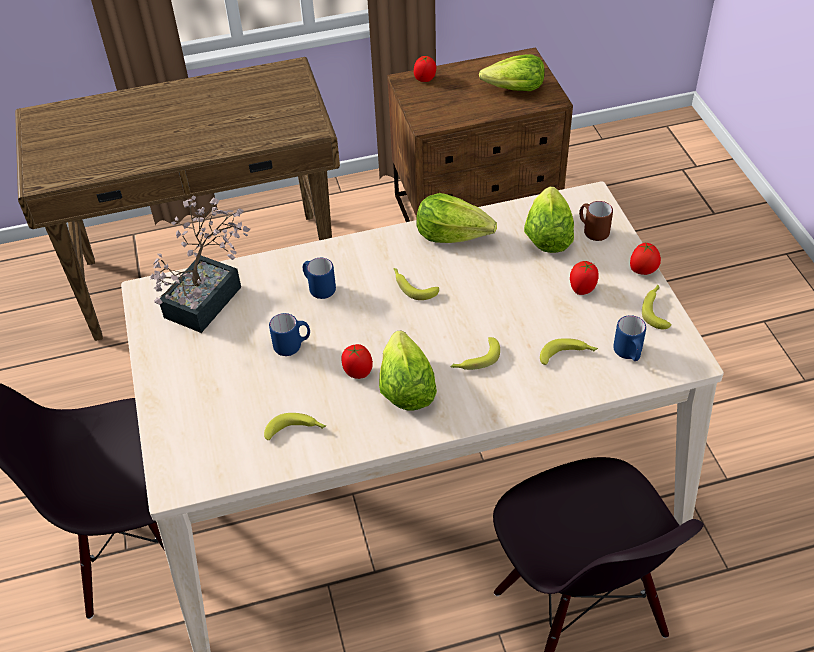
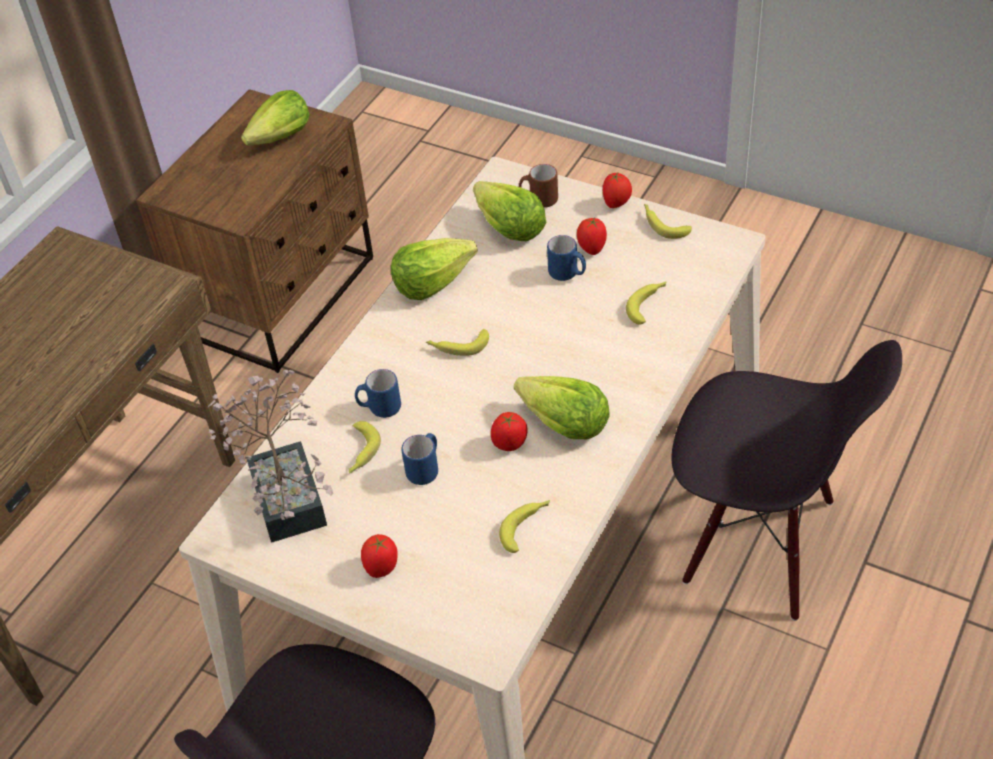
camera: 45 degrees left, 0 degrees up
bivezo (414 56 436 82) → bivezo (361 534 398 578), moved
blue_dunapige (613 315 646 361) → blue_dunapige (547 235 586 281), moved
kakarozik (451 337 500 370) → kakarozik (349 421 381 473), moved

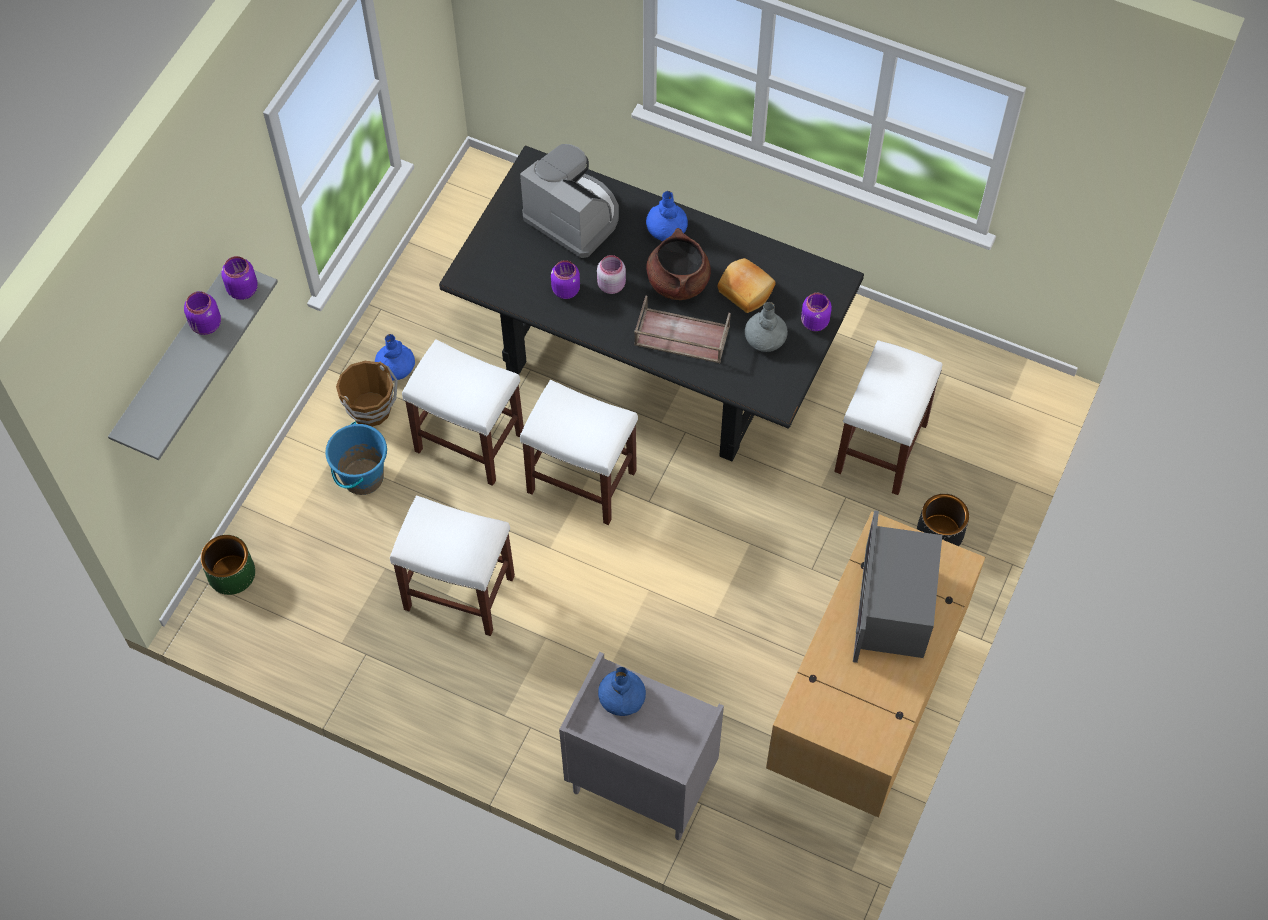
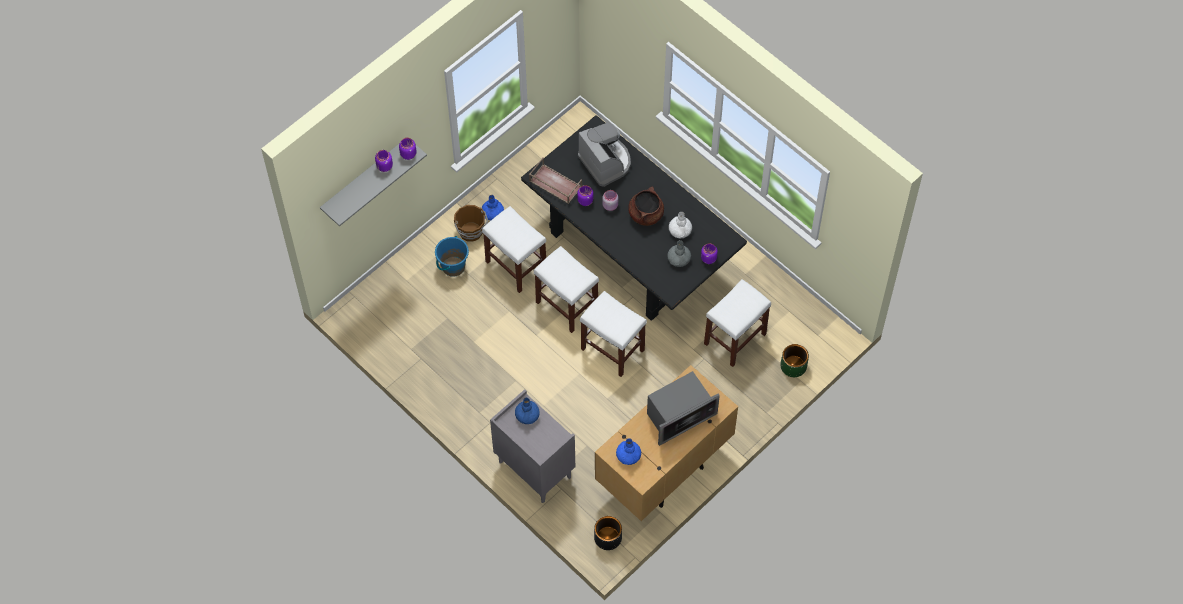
camera: 20 degrees right, 0 degrees up
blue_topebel (646 191 688 241) → blue_topebel (616 438 641 465), moved
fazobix (718 258 776 313) → white_topebel (669 212 692 238)
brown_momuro (634 295 731 363) → brown_momuro (529 158 582 204), moved
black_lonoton (917 494 969 546) → black_lonoton (594 516 622 550), moved
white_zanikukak (390 495 515 636) → white_zanikukak (580 291 647 377), moved
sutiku (853 510 942 663) → sutiku (647 371 720 446), 150 degrees counterclockwise
green_lonoton (200 535 255 595) → green_lonoton (780 344 809 377), moved

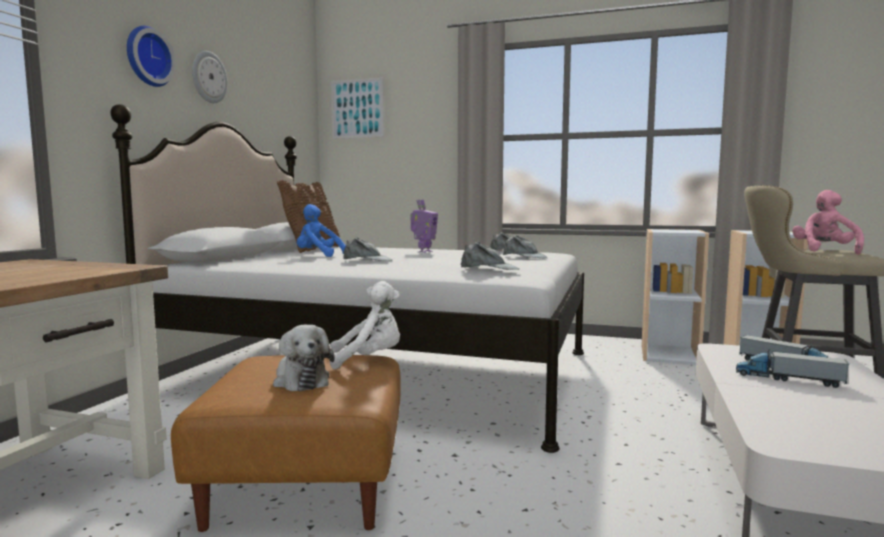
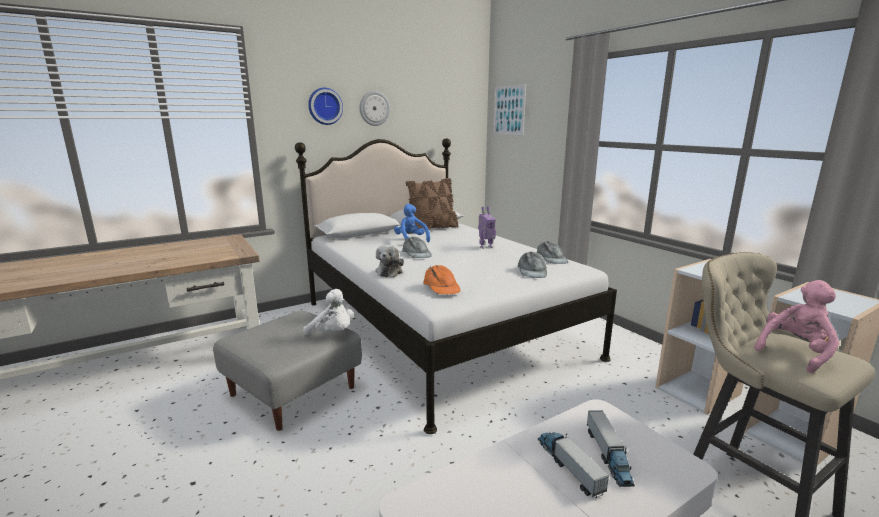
camera: 40 degrees right, 10 degrees up
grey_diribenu (461 242 520 270) → orange_diribenu (424 265 460 294)
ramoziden (273 325 335 391) → ramoziden (375 244 404 277), moved
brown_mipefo (171 355 401 532) → grey_mipefo (213 311 362 431)

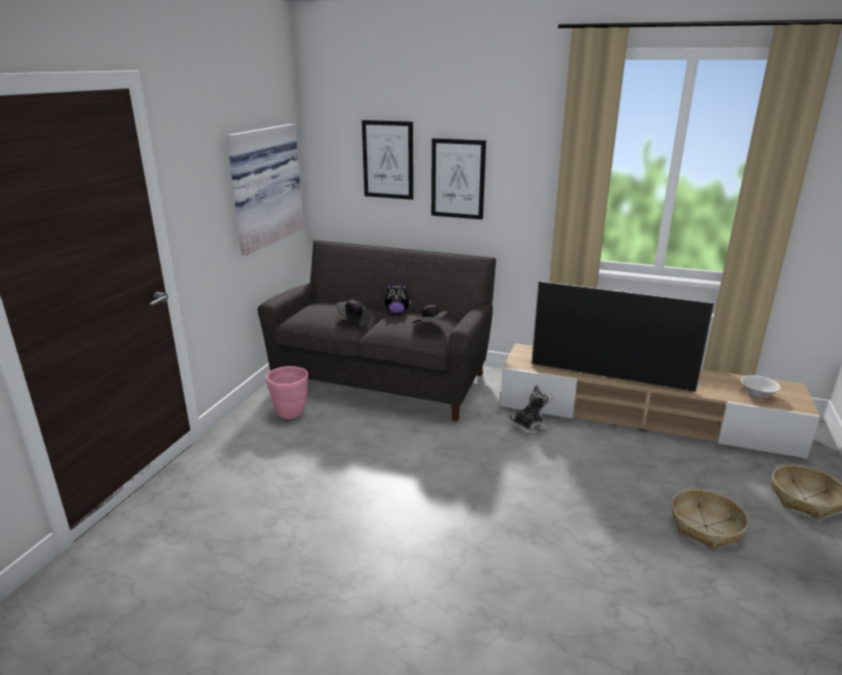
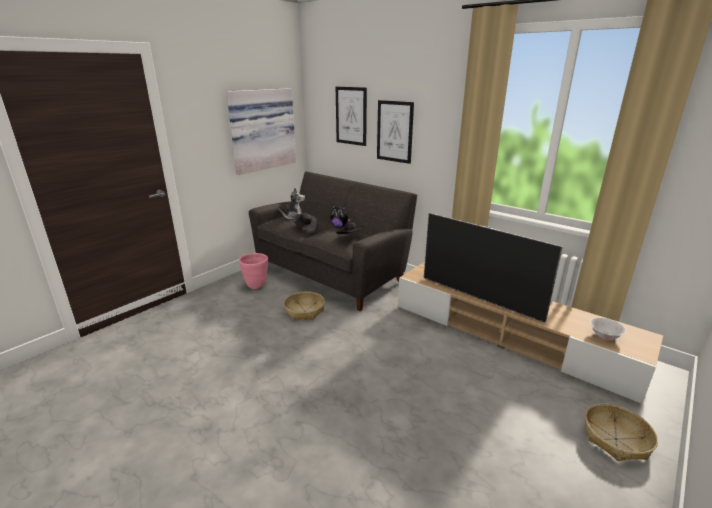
camera: 20 degrees right, 0 degrees up
ramoziden (509 384 552 434) → ramoziden (278 188 305 219), moved
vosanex (671 489 748 549) → vosanex (284 291 325 320), moved

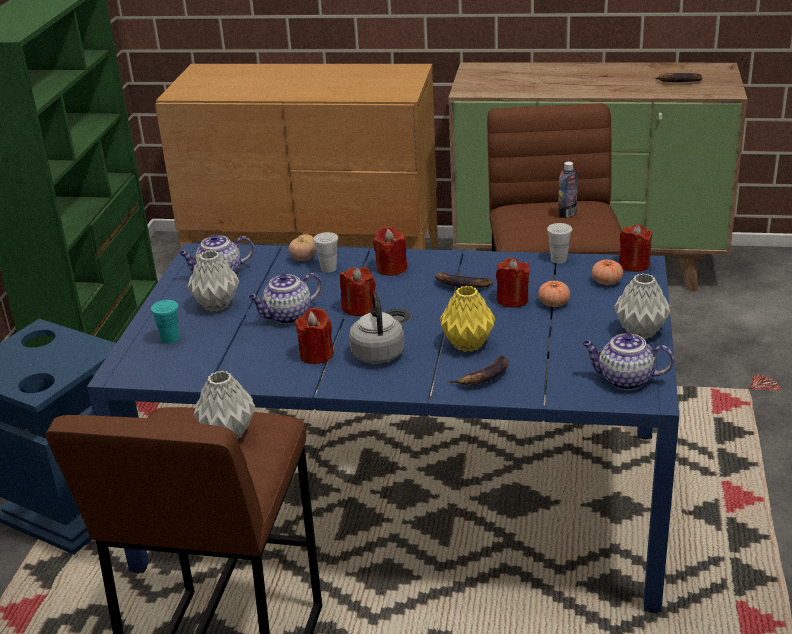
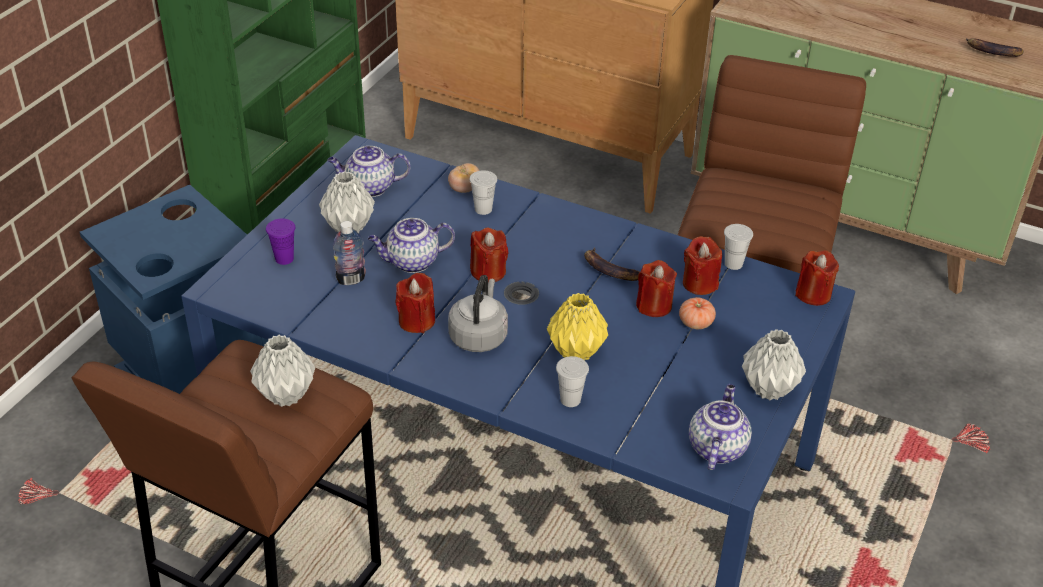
camera: 15 degrees right, 10 degrees up
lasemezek (558 162 578 218) → lasemezek (333 221 366 285), moved
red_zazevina (373 226 408 276) → red_zazevina (683 236 722 295), moved
bivezo (592 260 623 285) → -
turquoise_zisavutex (151 300 179 344) → purple_zisavutex (266 219 295 265)
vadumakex (582 333 674 390) → vadumakex (689 384 752 470), 75 degrees clockwise
kakarozik (446 356 509 385) → white_zisavutex (556 356 589 407)

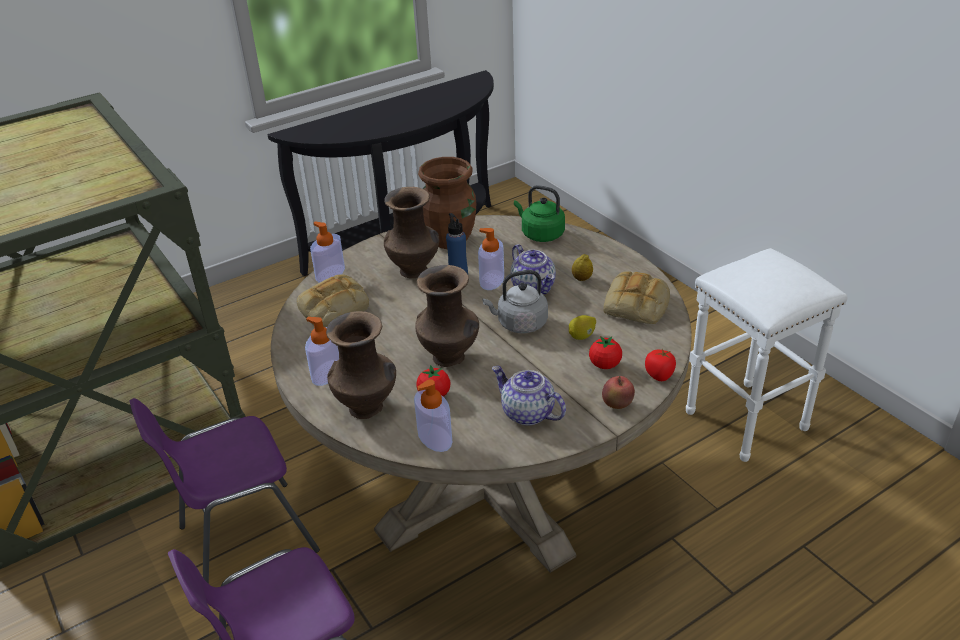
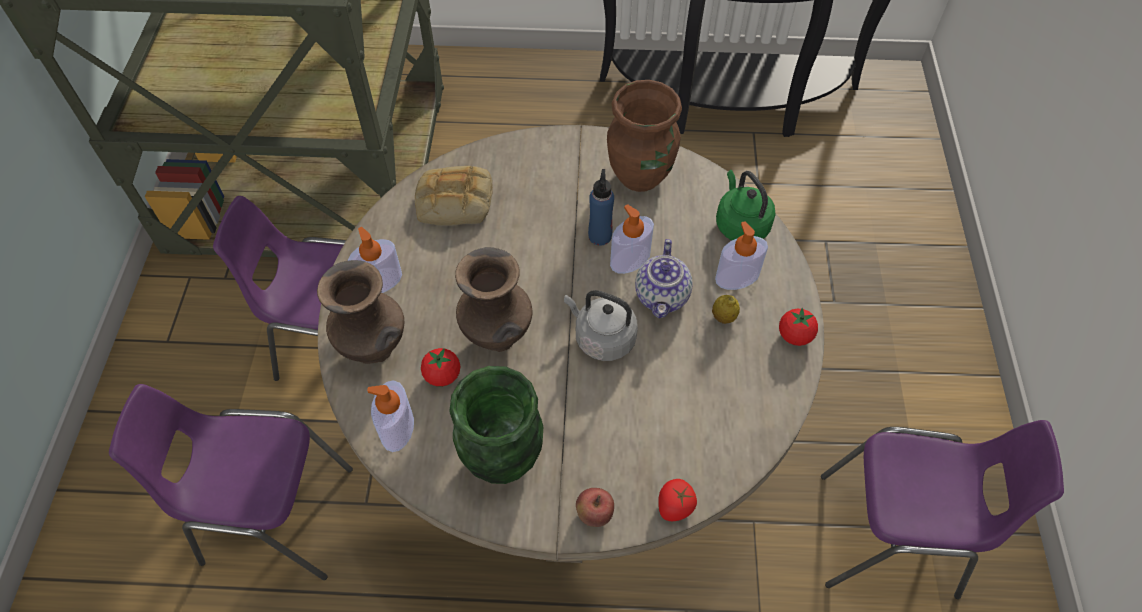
camera: 35 degrees right, 20 degrees up
brown_topebel (384 187 440 278) → -
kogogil (310 221 345 283) → kogogil (715 221 768 290), moved
white_zanikukak (686 248 847 462) → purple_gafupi (821 420 1064 599)
fazobix (603 271 670 324) → -
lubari (569 315 596 340) → -
bivezo (589 336 622 369) → bivezo (779 308 818 346), moved
vadumakex (492 366 566 426) → green_topebel (449 366 543 484)

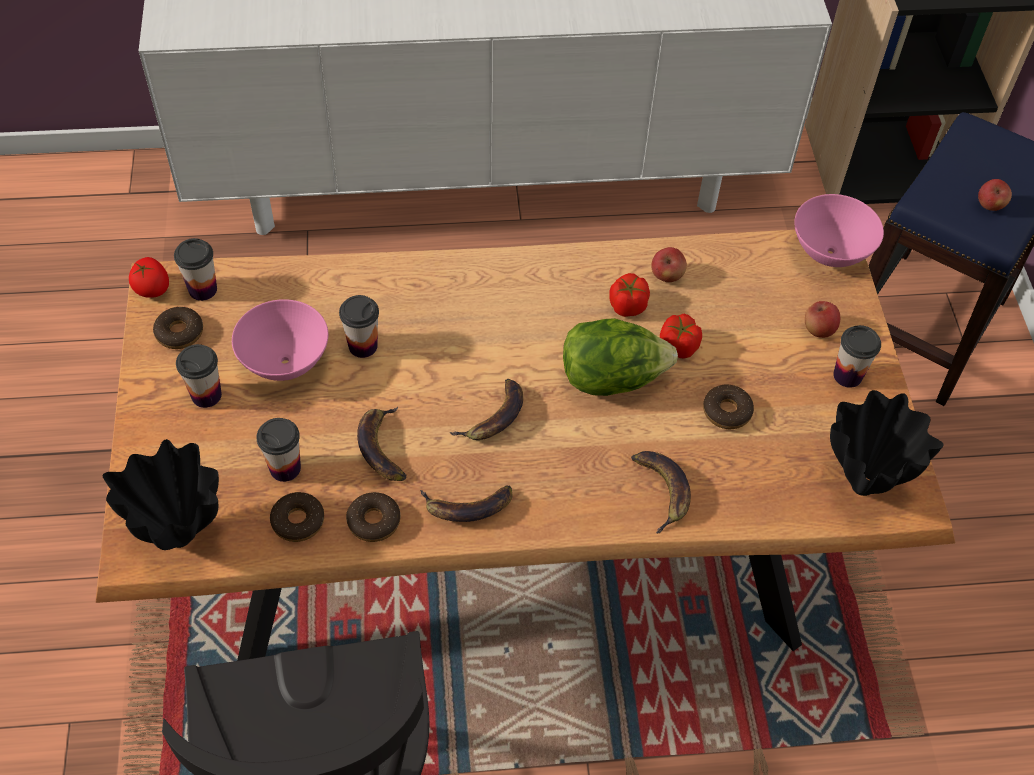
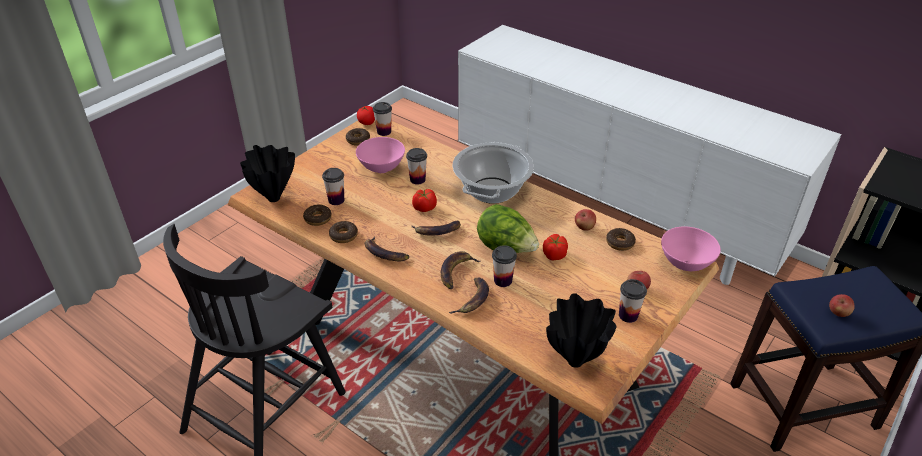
camera: 45 degrees right, 15 degrees down
bivezo (609 273 650 317) → bivezo (412 189 437 212), moved
zisavutex (176 344 222 408) → zisavutex (492 245 517 287), moved
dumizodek (703 384 754 429) → dumizodek (606 228 636 251), moved
kakarozik (357 407 406 481) → kakarozik (441 251 481 289), moved
- → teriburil (452 142 534 204)

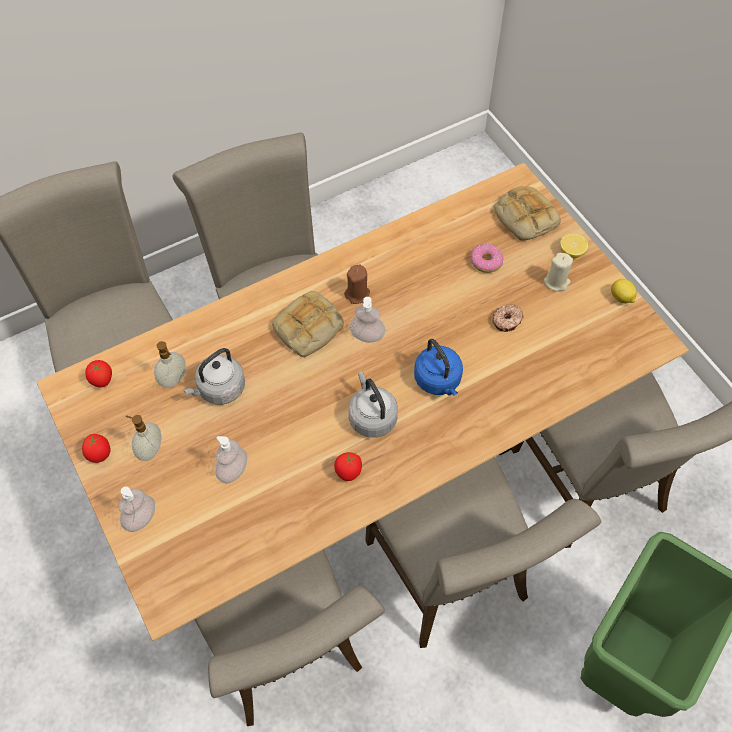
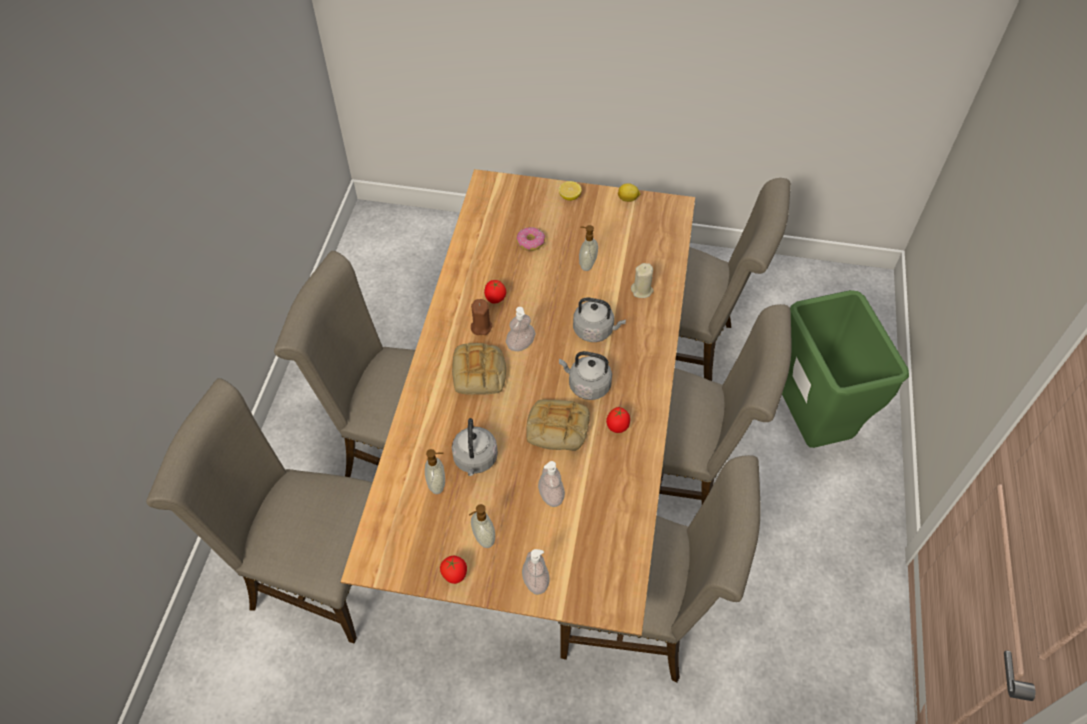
camera: 50 degrees left, 5 degrees down
fazobix (494 186 561 240) → fazobix (526 400 590 451), moved
beige_zazevina (544 253 573 291) → beige_zazevina (631 263 654 298), moved
dumizodek (492 304 523 332) → kogogil (579 225 598 271)
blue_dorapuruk (414 339 463 396) → grey_dorapuruk (573 298 626 342)
bivezo (85 360 112 387) → bivezo (484 280 506 304), moved

